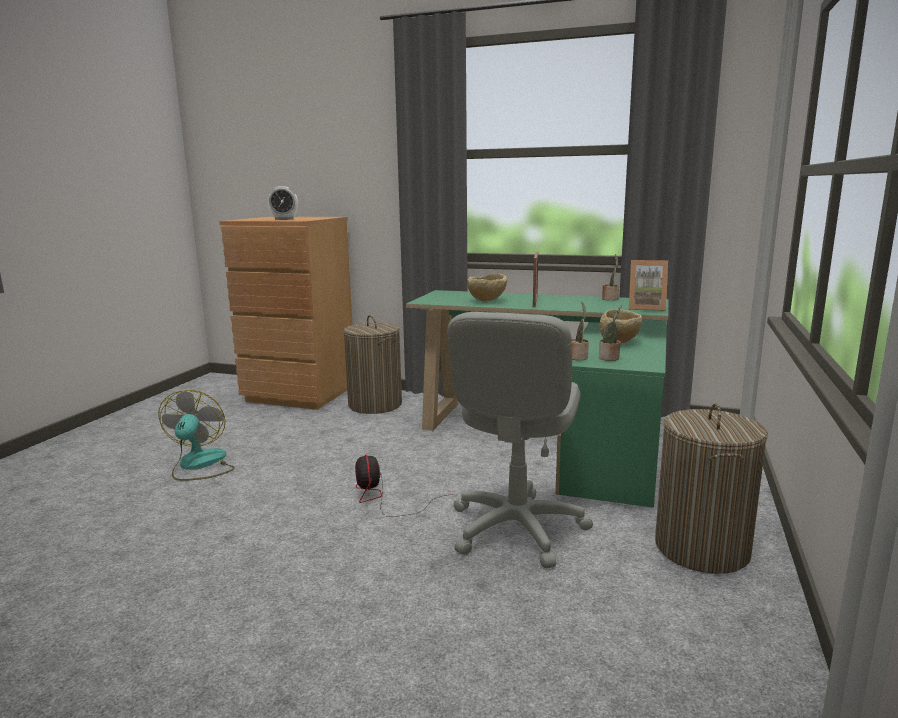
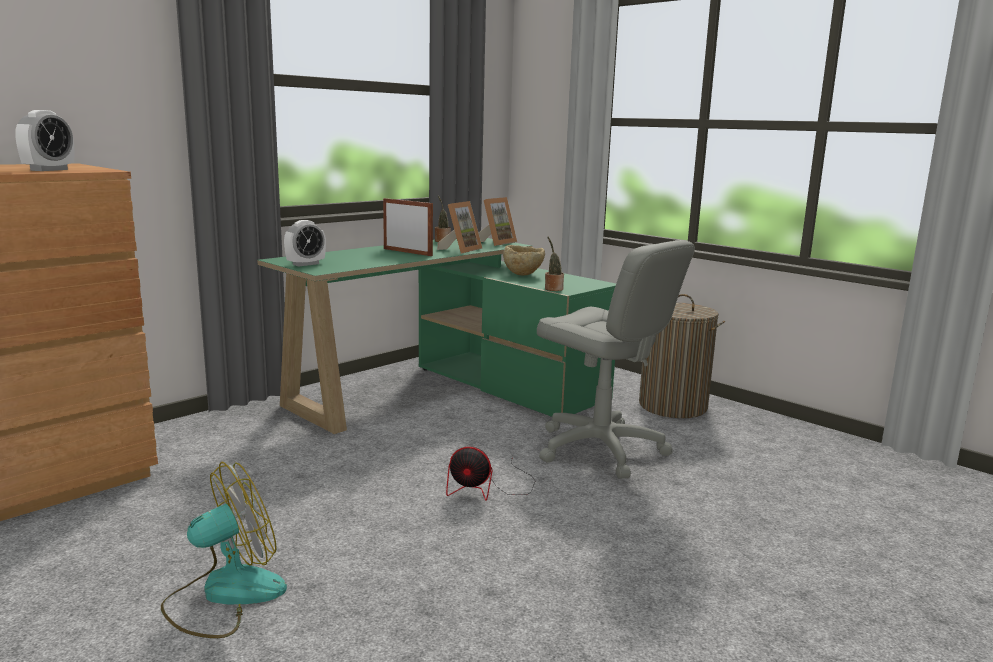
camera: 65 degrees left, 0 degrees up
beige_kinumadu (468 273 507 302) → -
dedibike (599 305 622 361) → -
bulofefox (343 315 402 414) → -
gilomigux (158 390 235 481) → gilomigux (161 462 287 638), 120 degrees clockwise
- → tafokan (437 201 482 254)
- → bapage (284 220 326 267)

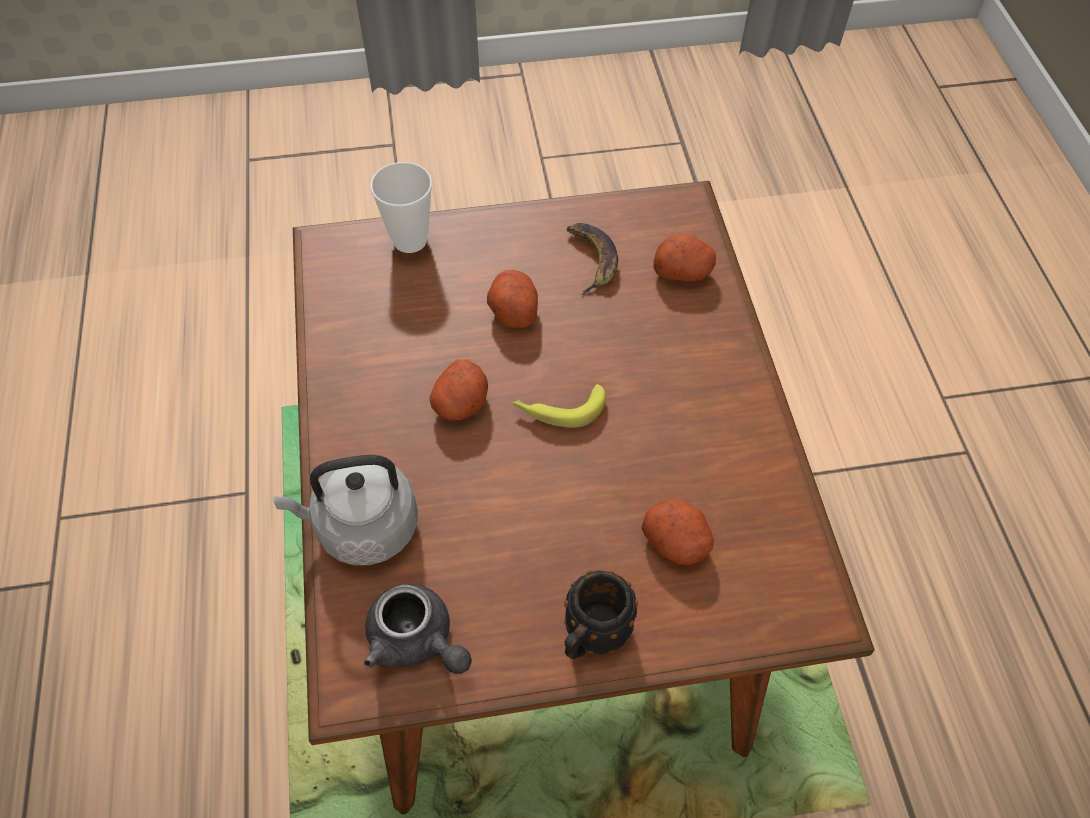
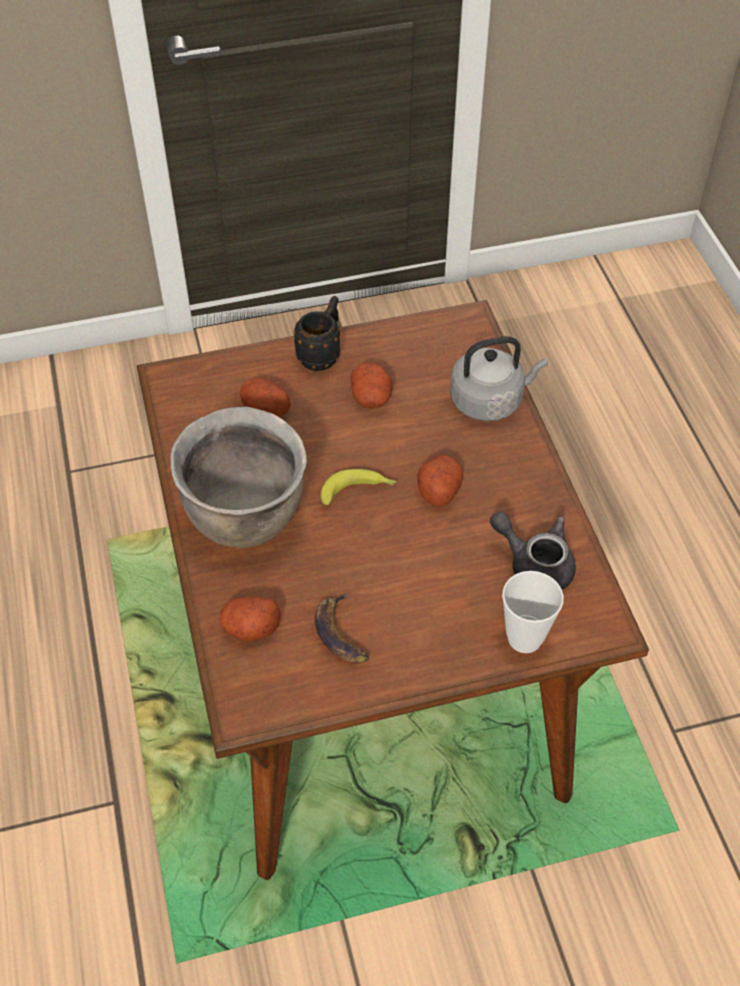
camera: 175 degrees right, 5 degrees down
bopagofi (487 270 538 328) → bopagofi (351 363 393 409), moved
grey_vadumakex (364 584 472 674) → grey_vadumakex (490 511 576 590), moved
- → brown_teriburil (170 406 307 548)

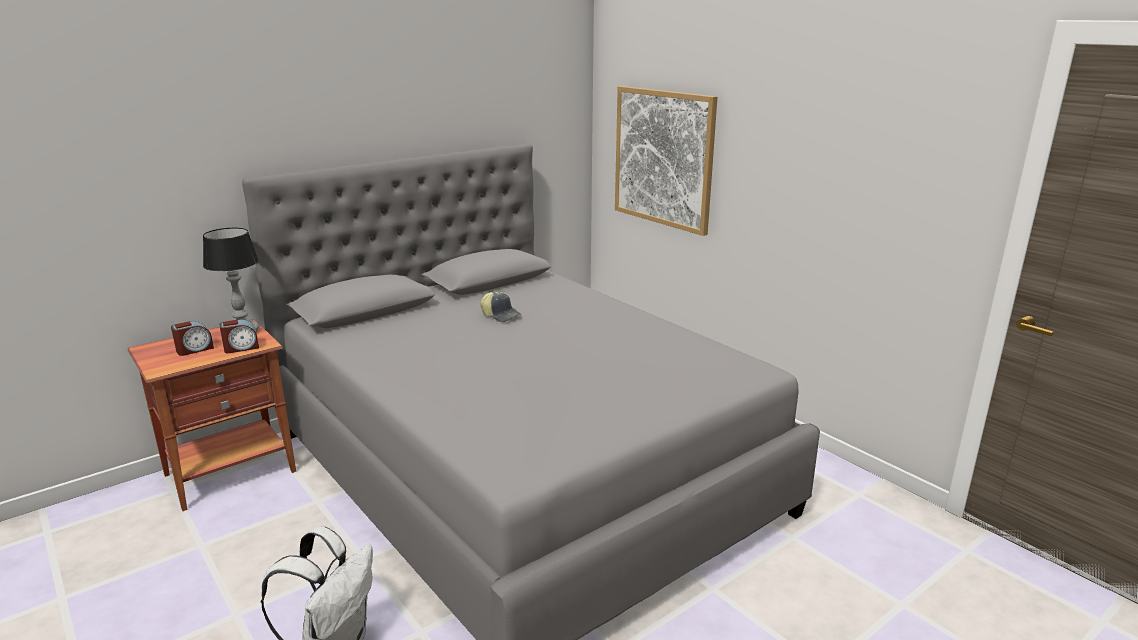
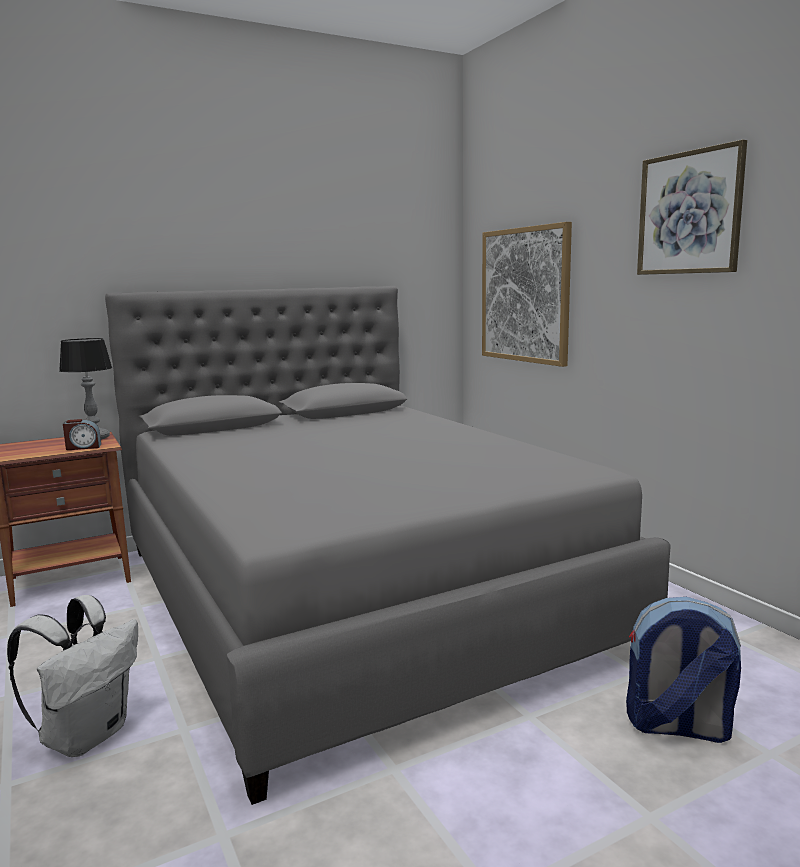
camera: 10 degrees right, 10 degrees down
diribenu (480 292 521 322) → -
bapage (171 321 214 356) → -
- → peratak (637 140 747 275)
- → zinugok (626 597 741 743)

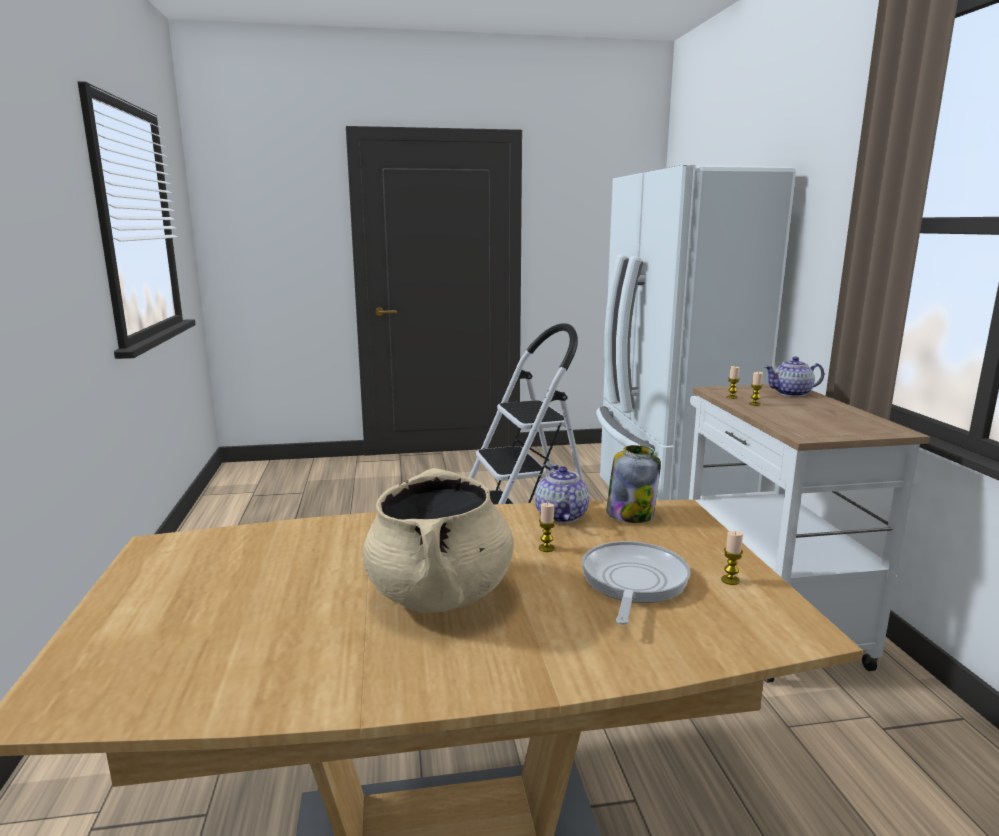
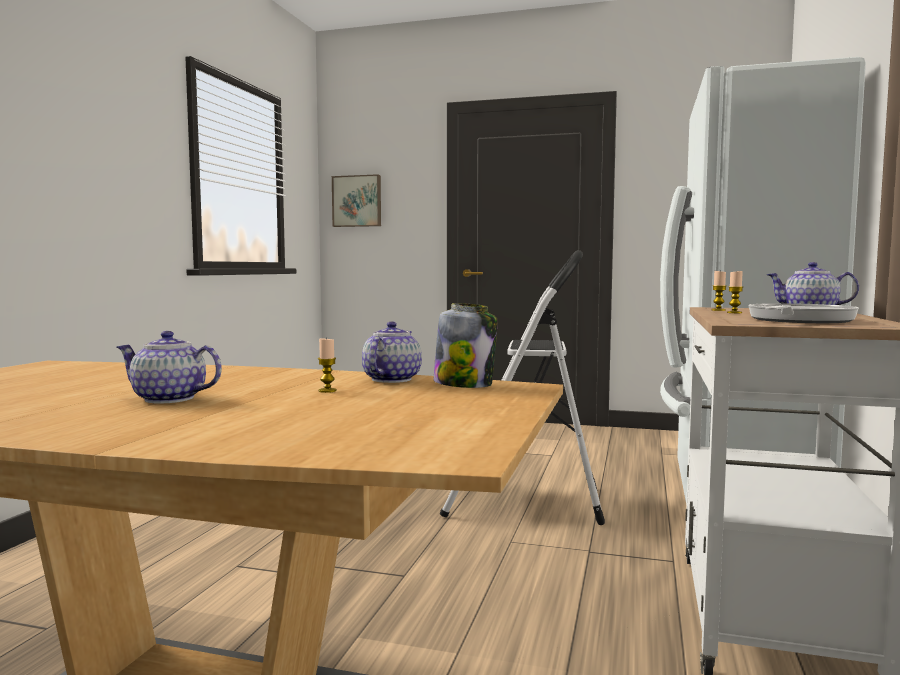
camera: 25 degrees right, 10 degrees down
beige_teriburil (362 468 514 613) → vadumakex (117 331 222 404)
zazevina (721 531 743 585) → -
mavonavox (582 541 691 625) → mavonavox (748 303 859 323), moved
- → peratak (332 174 381 227)

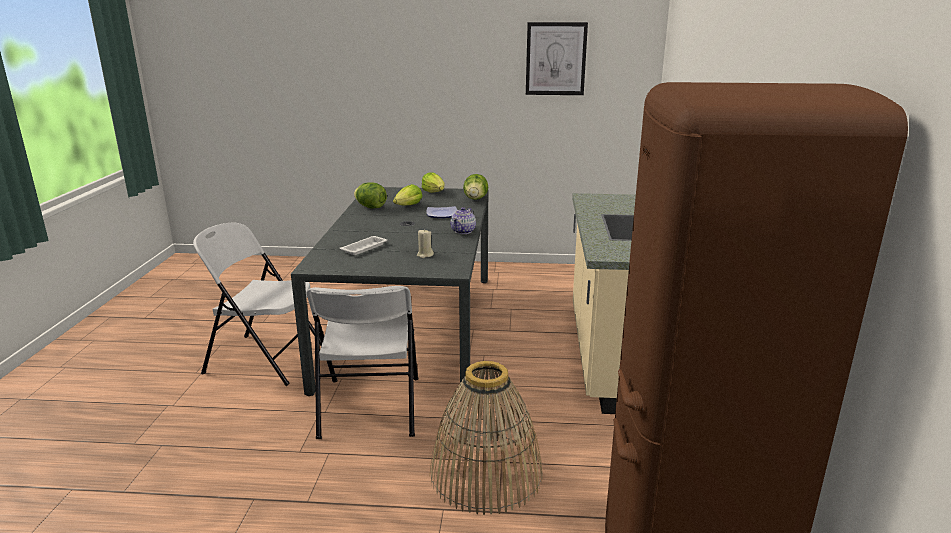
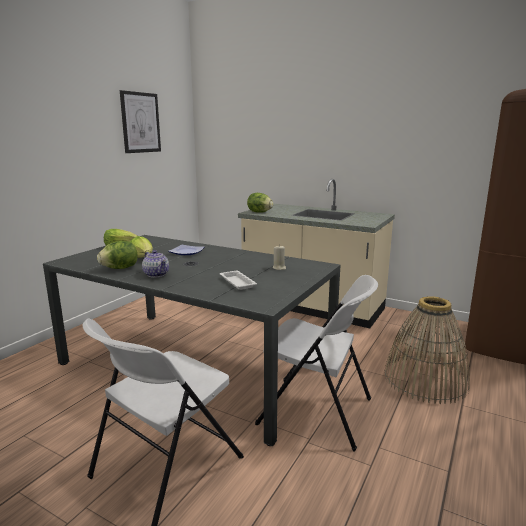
camera: 65 degrees left, 5 degrees down
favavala (463 174 488 200) → favavala (247 193 273 213), moved
vadumakex (450 207 476 234) → vadumakex (142 250 169 278), moved

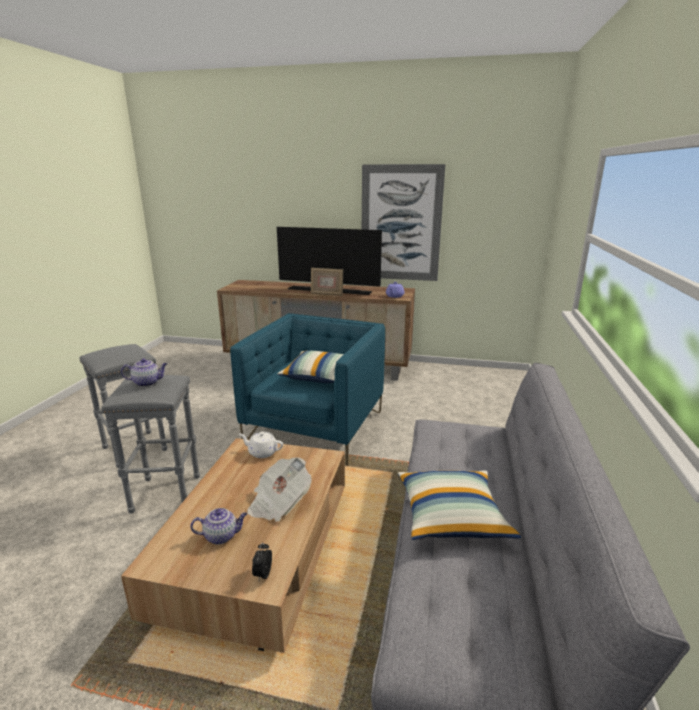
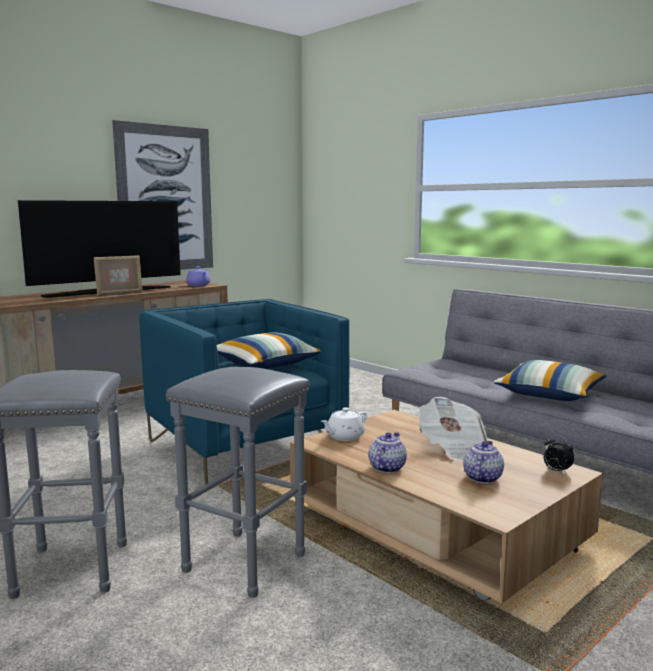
camera: 55 degrees left, 10 degrees down
vadumakex (121 358 167 387) → vadumakex (369 432 407 473), moved

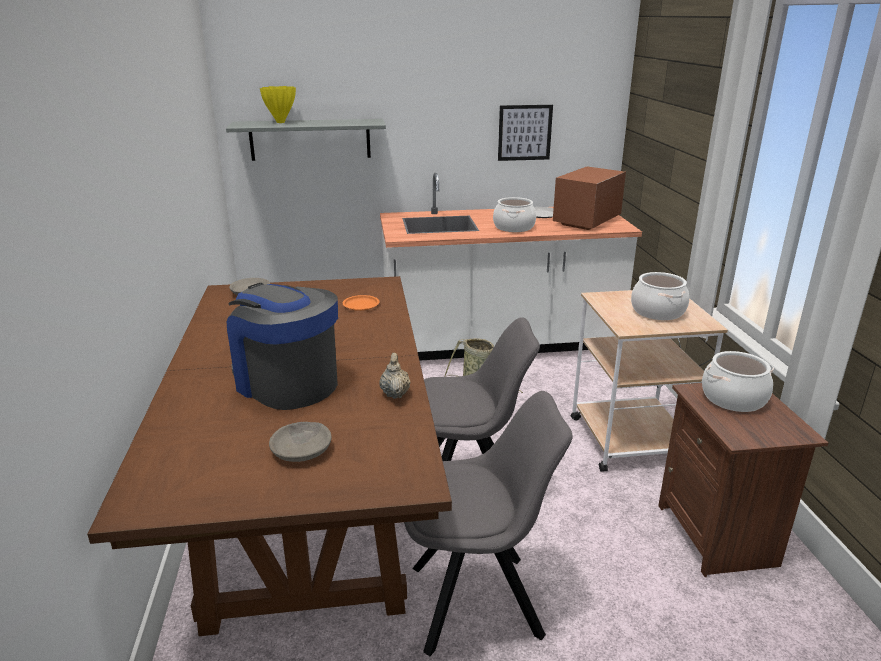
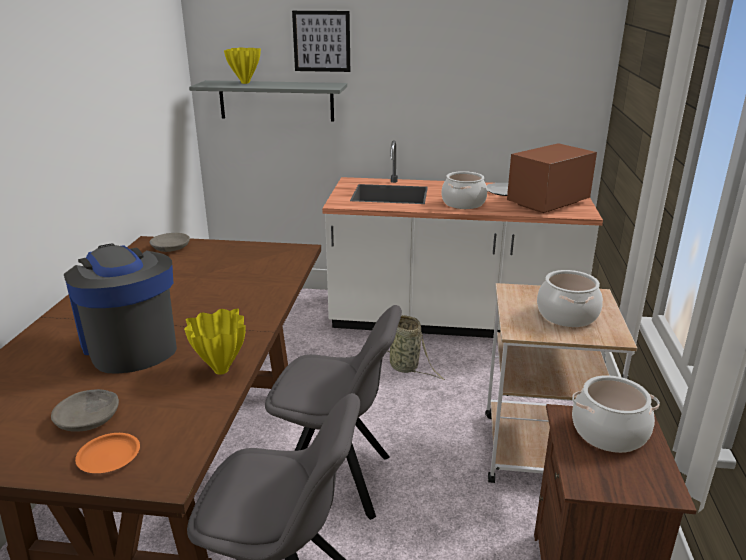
camera: 15 degrees right, 0 degrees up
peratak (498 105 553 161) → peratak (292 11 350 72), moved
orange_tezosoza (343 295 380 311) → orange_tezosoza (75 433 140 473), moved
beige_vadumakex (379 353 411 399) → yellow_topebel (184 309 246 375)

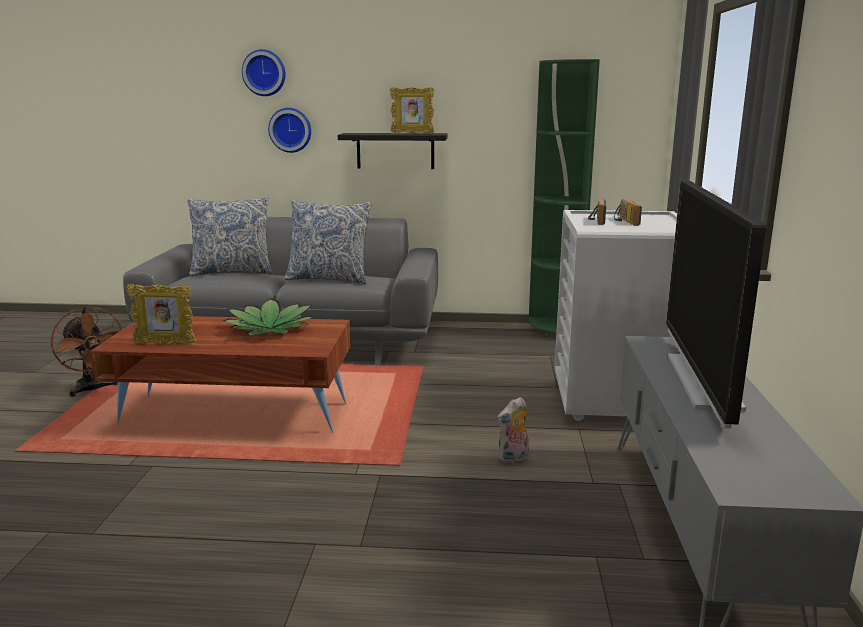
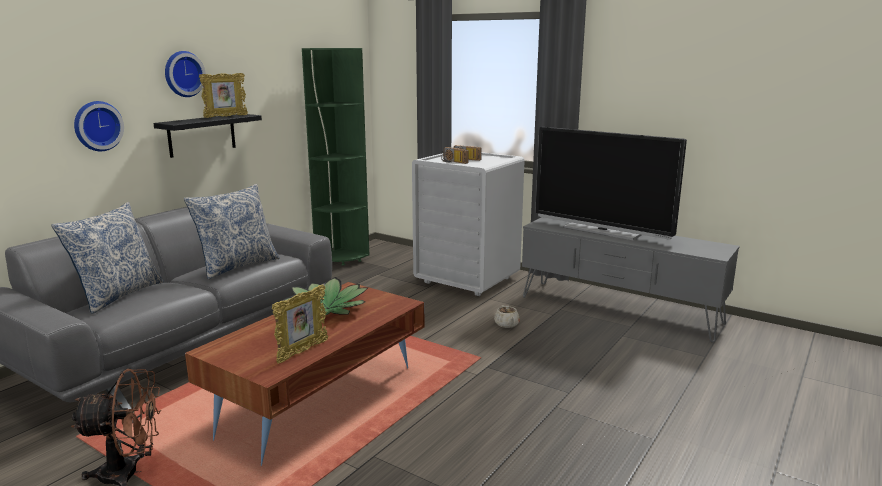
camera: 60 degrees left, 0 degrees up
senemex (242 49 286 96) → senemex (165 51 206 97), moved
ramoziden (497 397 529 463) → beige_vadumakex (494 305 520 328)

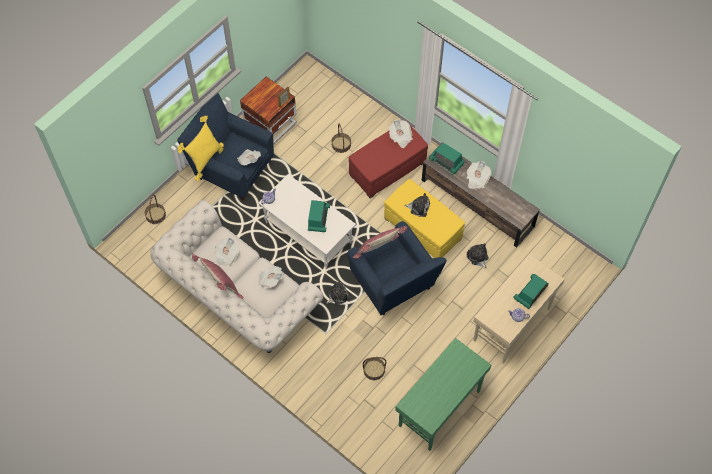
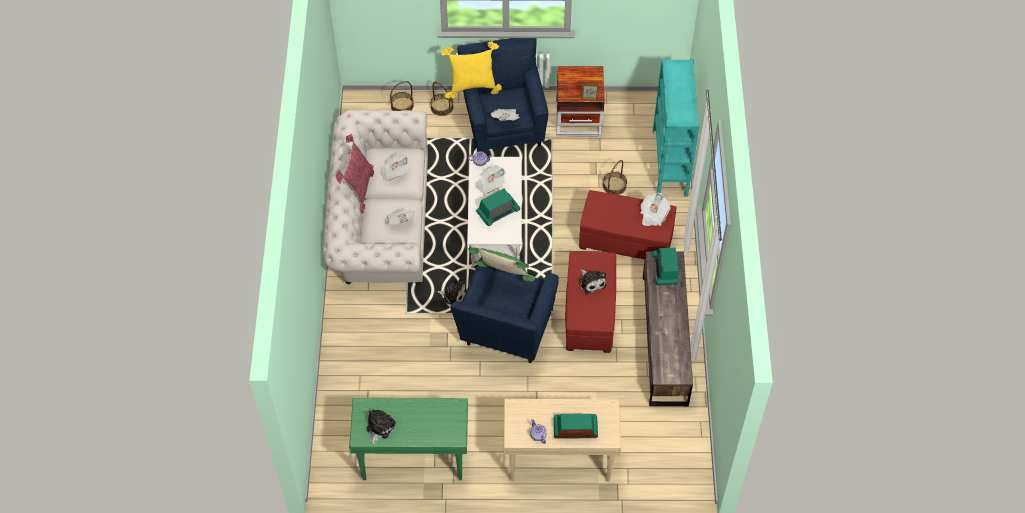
camera: 50 degrees right, 5 degrees down
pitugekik (466 161 491 189) → pitugekik (474 165 506 195), moved
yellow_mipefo (384 179 465 258) → red_mipefo (565 251 616 353)
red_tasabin (352 225 408 259) → green_tasabin (468 247 536 281)
ramoziden (467 243 489 269) → ramoziden (366 409 396 445), moved
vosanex (363 357 386 380) → vosanex (430 82 453 116), moved
- → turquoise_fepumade (653 59 700 197)

